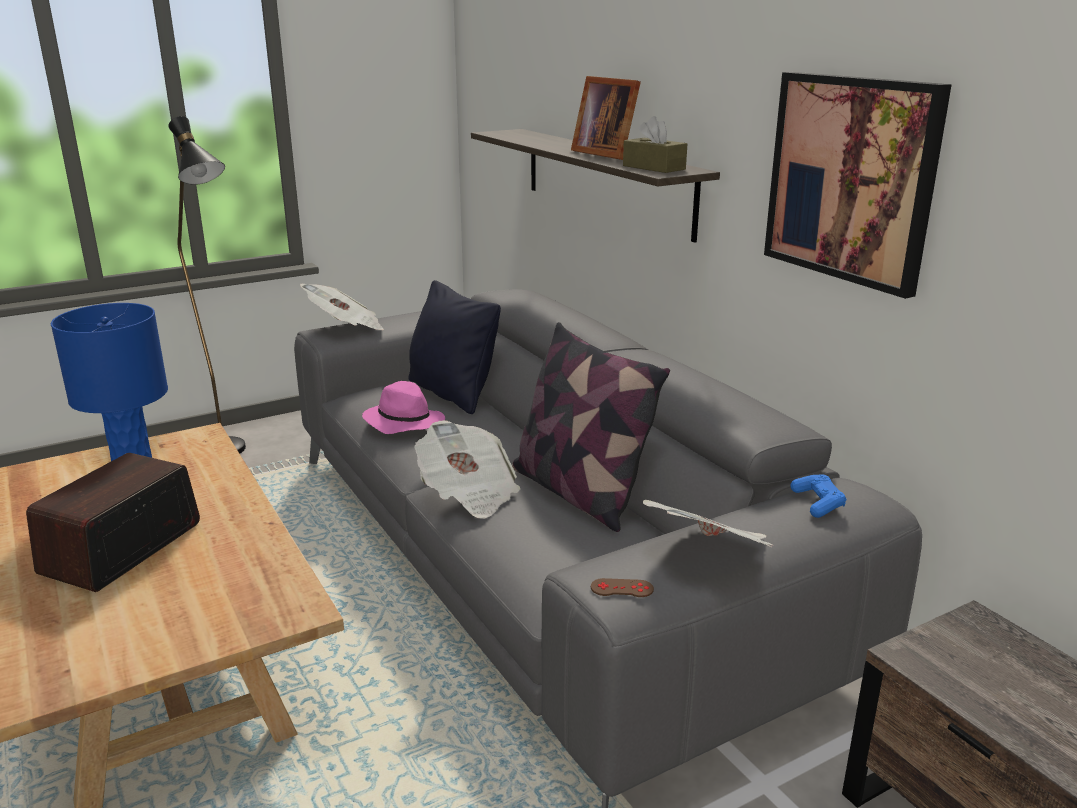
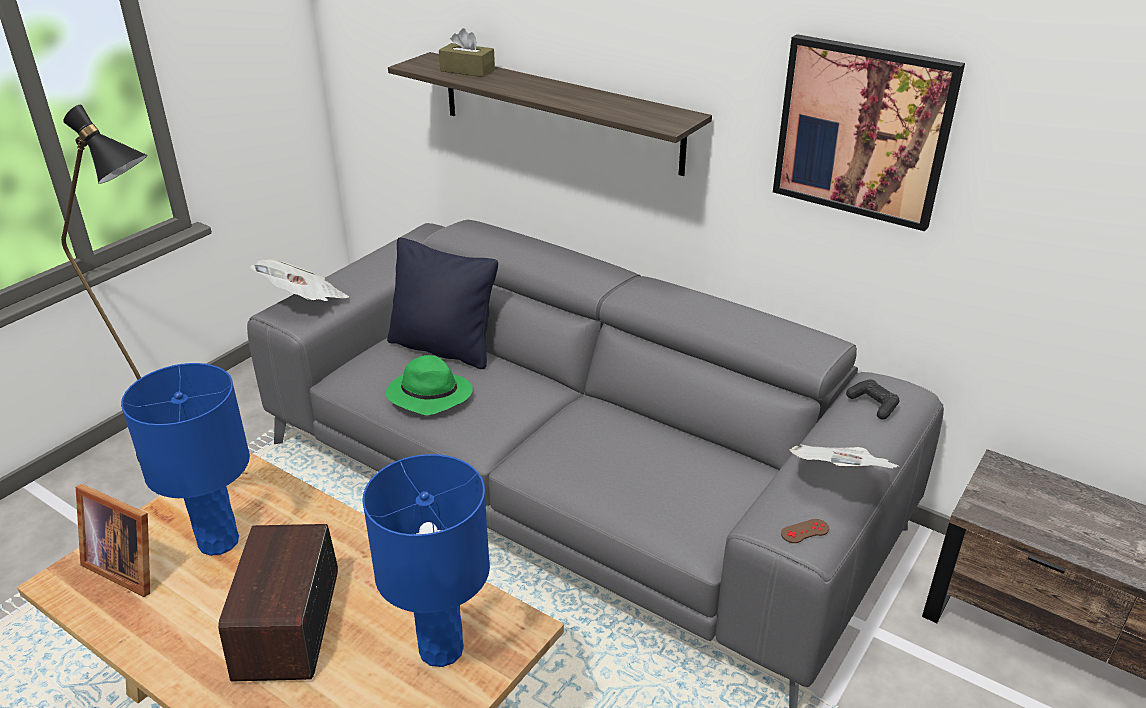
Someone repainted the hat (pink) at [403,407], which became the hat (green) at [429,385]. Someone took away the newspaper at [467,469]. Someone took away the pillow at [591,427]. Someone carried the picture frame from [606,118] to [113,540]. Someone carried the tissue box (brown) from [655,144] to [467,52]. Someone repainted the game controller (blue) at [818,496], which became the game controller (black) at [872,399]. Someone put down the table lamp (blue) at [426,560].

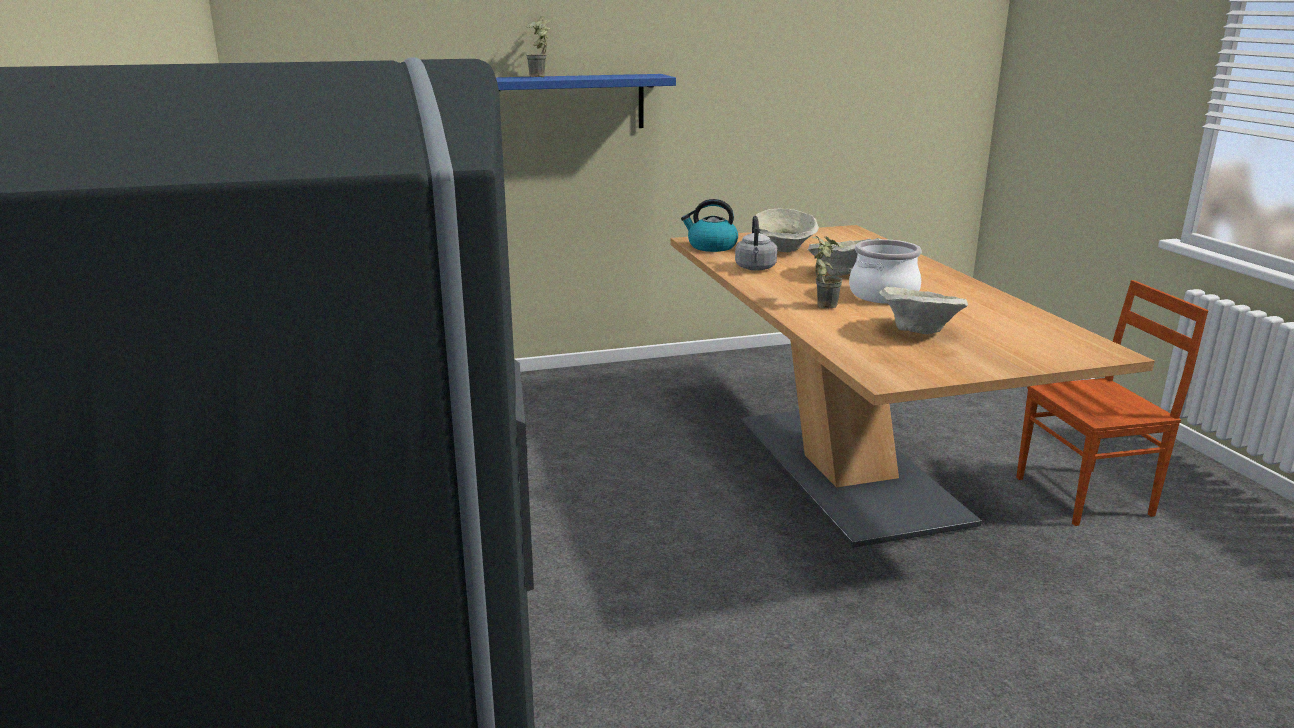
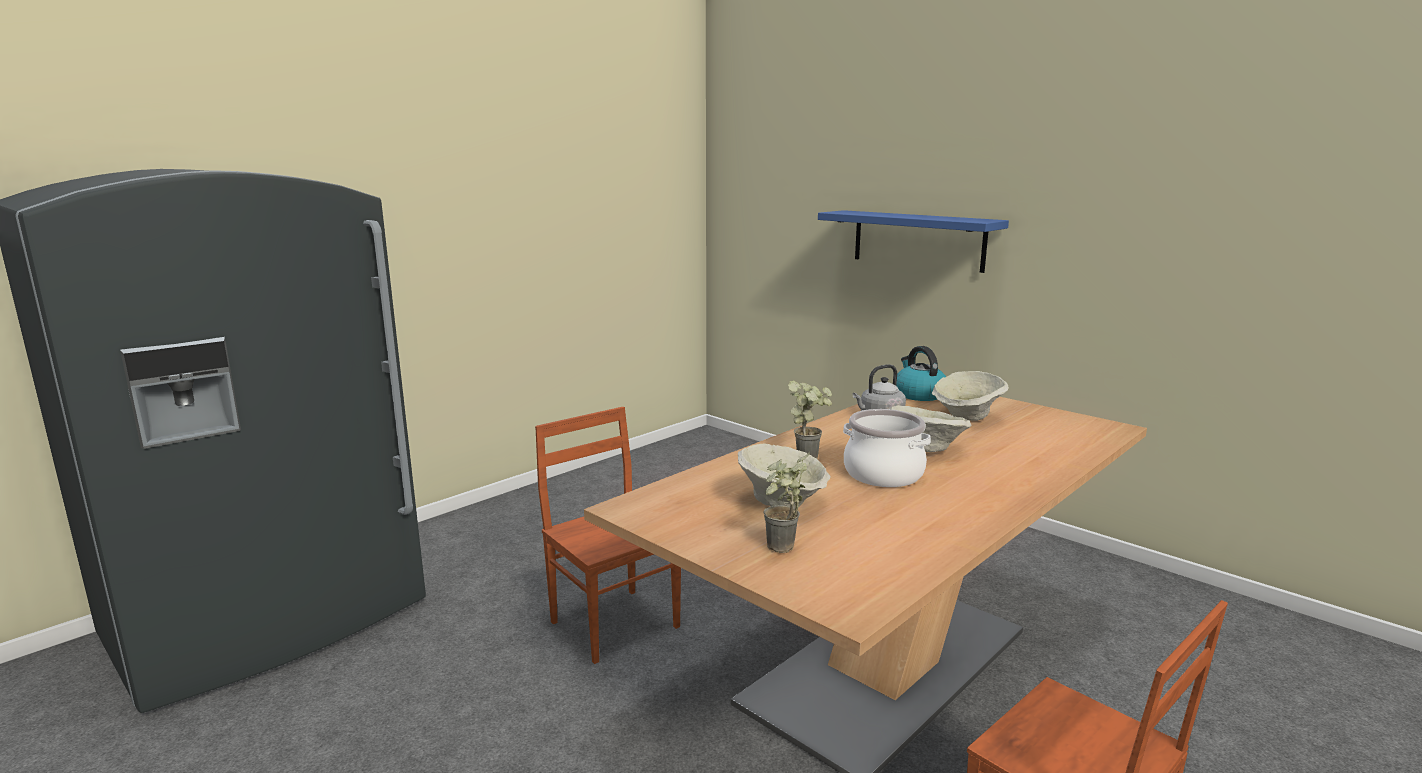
Someone carried the potted plant from [538,46] to [786,502]. Someone put down the chair (brown) at [608,535].

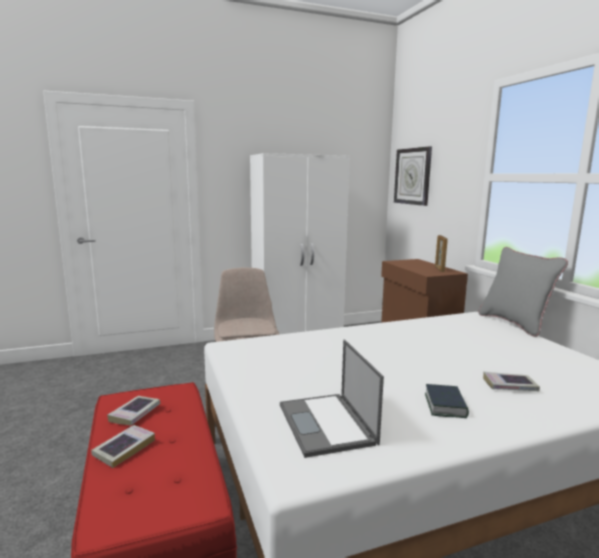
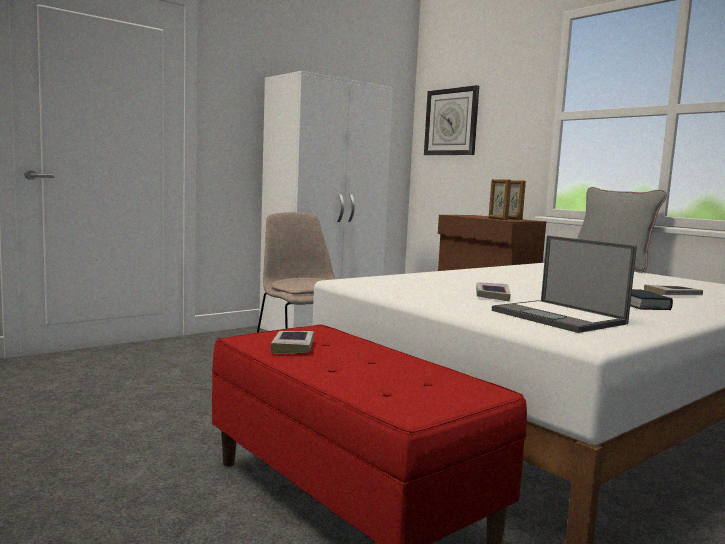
Someone carried the book from [123,446] to [493,291]. Someone put down the picture frame at [500,199].

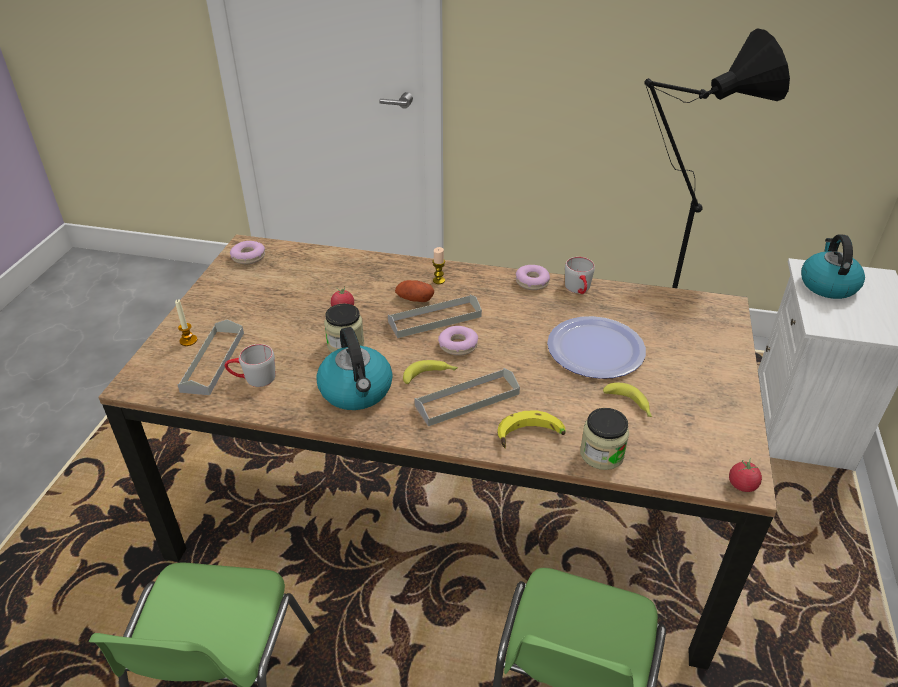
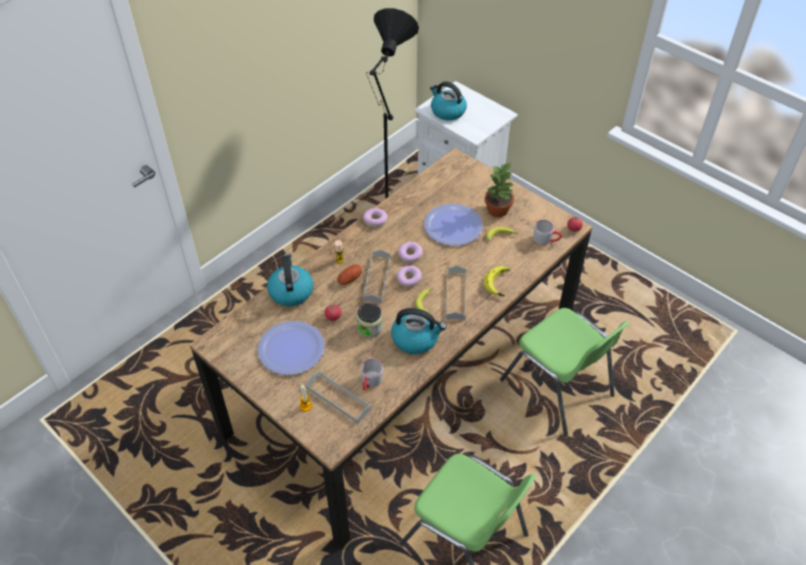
Someone carried the donut from [247,252] to [410,252]. Someone carried the mug (grey) from [580,275] to [548,232]. Someone took away the jar at [604,439]. Someone put down the plate at [291,348]. Someone put down the kettle at [290,280]. Someone put down the potted plant at [499,190].

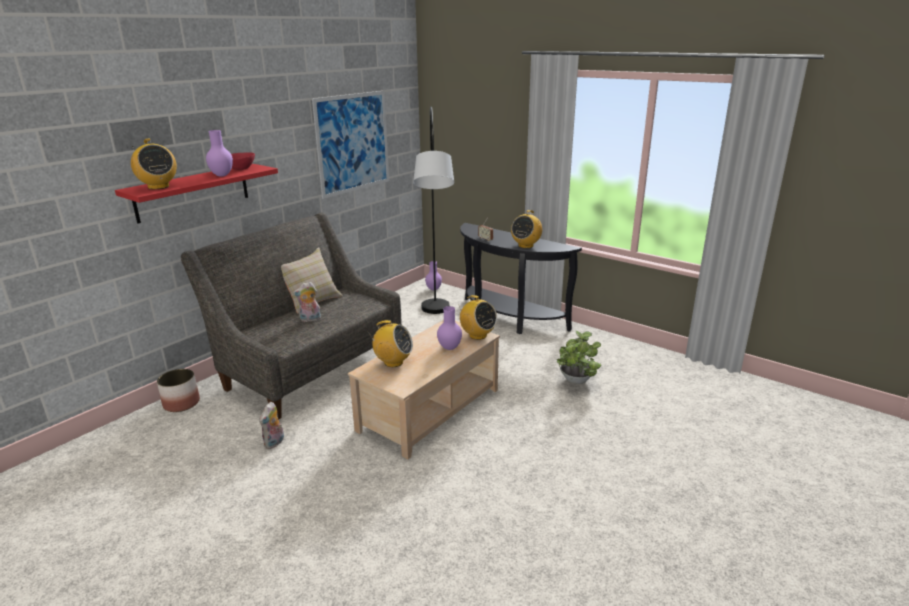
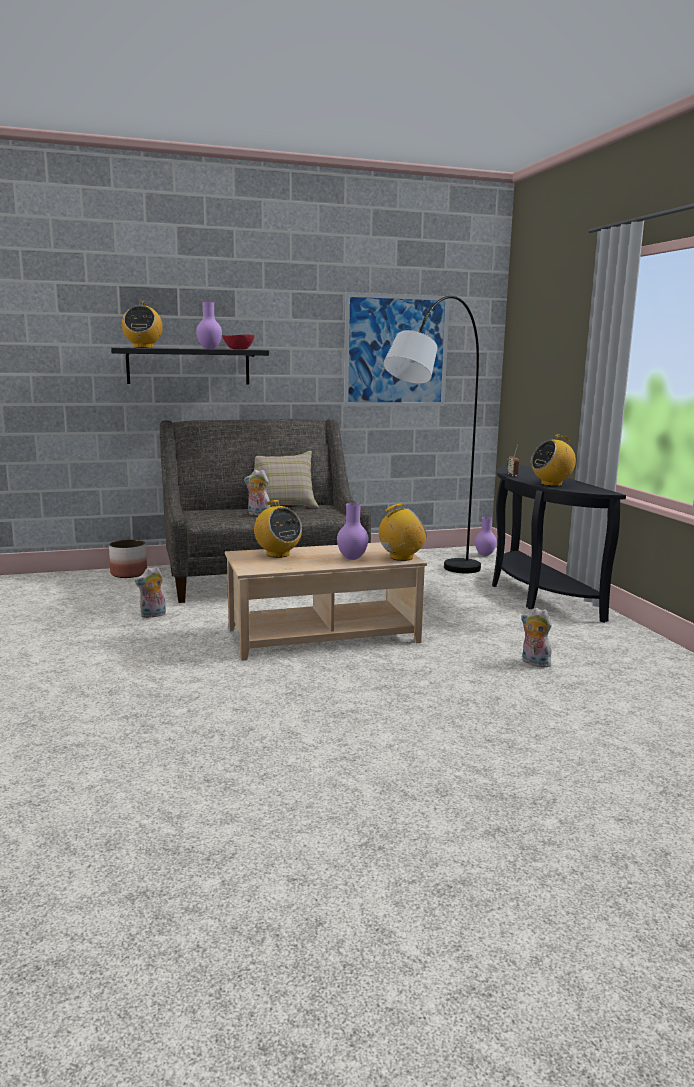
Someone repainted the shelf (red) at [196,194], which became the shelf (black) at [190,366]. Someone rotated the radio at [477,317] by 105 degrees counterclockwise. Someone swapped the potted plant at [579,357] for the plush toy at [537,638].

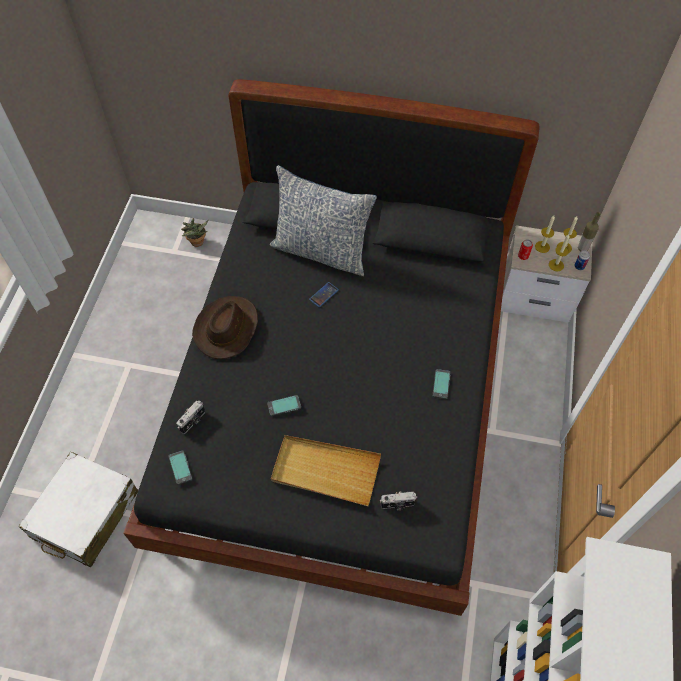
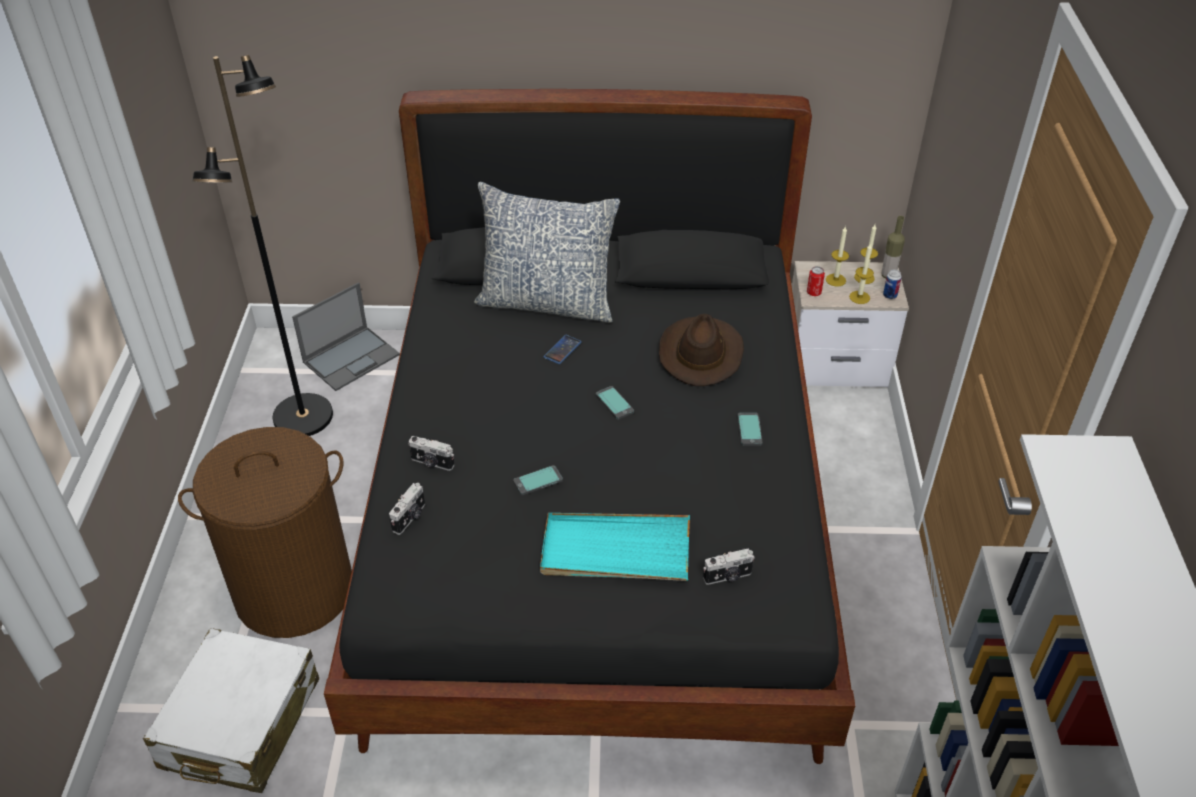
Someone carried the phone from [180,467] to [615,403]. Someone swapped the potted plant at [195,232] for the laptop at [346,336]. Someone carried the hat (brown) from [225,327] to [701,350]. Someone repainted the tray (beige) at [326,470], which became the tray (turquoise) at [615,547]. Someone put down the laundry basket (brown) at [265,532]. Someone put down the floor lamp (black) at [262,245]. Someone put down the photo camera at [432,453].

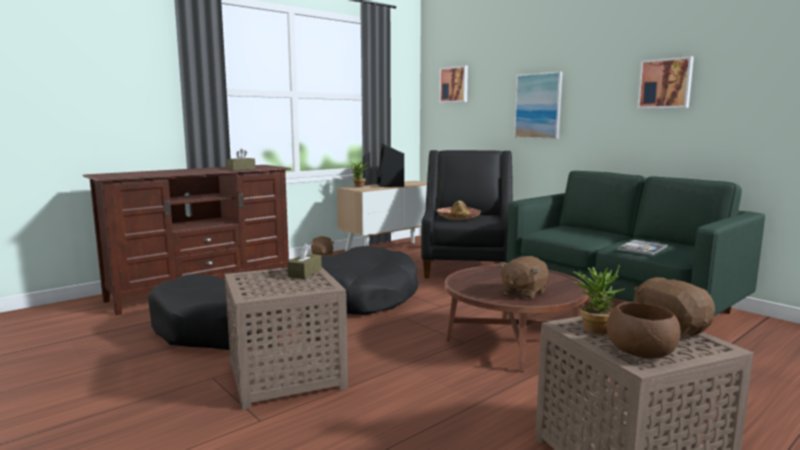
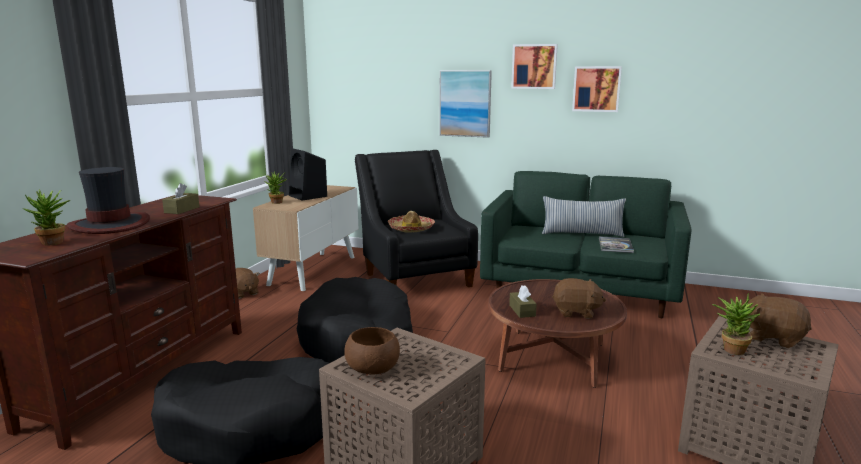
Someone carried the tissue box (brown) from [304,261] to [523,301]. Someone carried the picture from [453,84] to [534,66]. Someone rotated the plush toy (brown) at [523,277] by 90 degrees counterclockwise. Someone carried the bowl (brown) from [644,330] to [372,351]. Someone put down the potted plant at [46,217]. Someone put down the hat at [108,200]. Someone put down the pillow at [584,216].

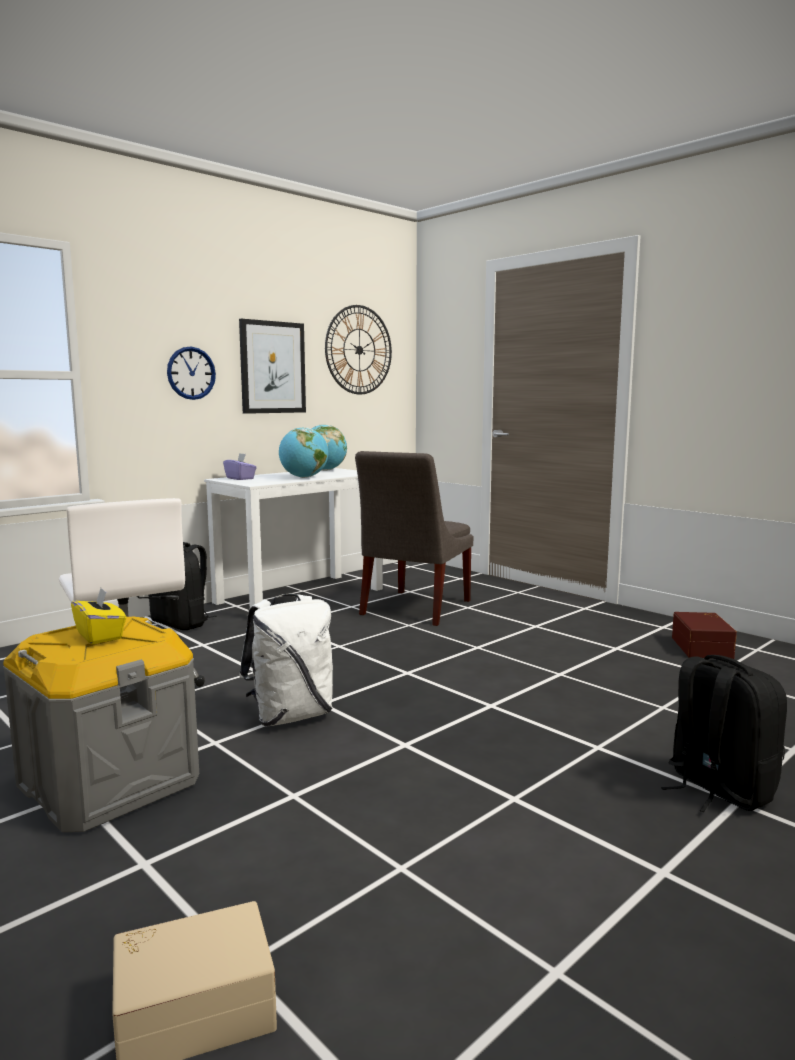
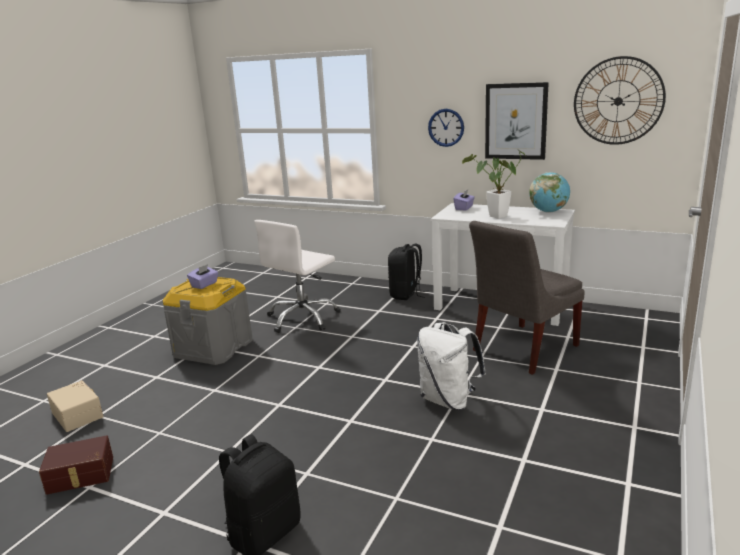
Someone repainted the tissue box (yellow) at [98,616], which became the tissue box (purple) at [202,276]. Someone carried the backpack (white) from [286,660] to [451,366]. Someone swapped the globe at [303,453] for the potted plant at [494,185]. Someone rotated the chair (grey) at [414,538] by 45 degrees counterclockwise. Someone carried the storage box (brown) from [704,635] to [76,465].

